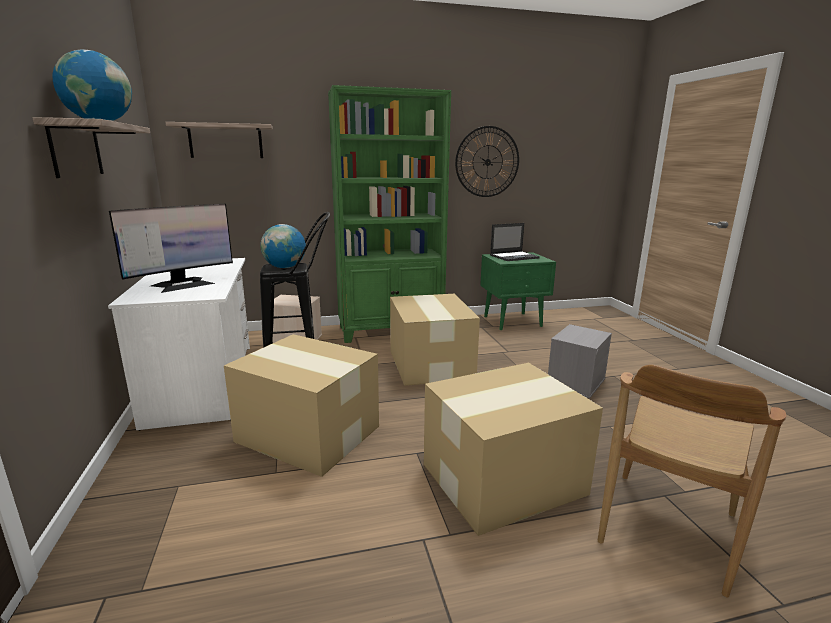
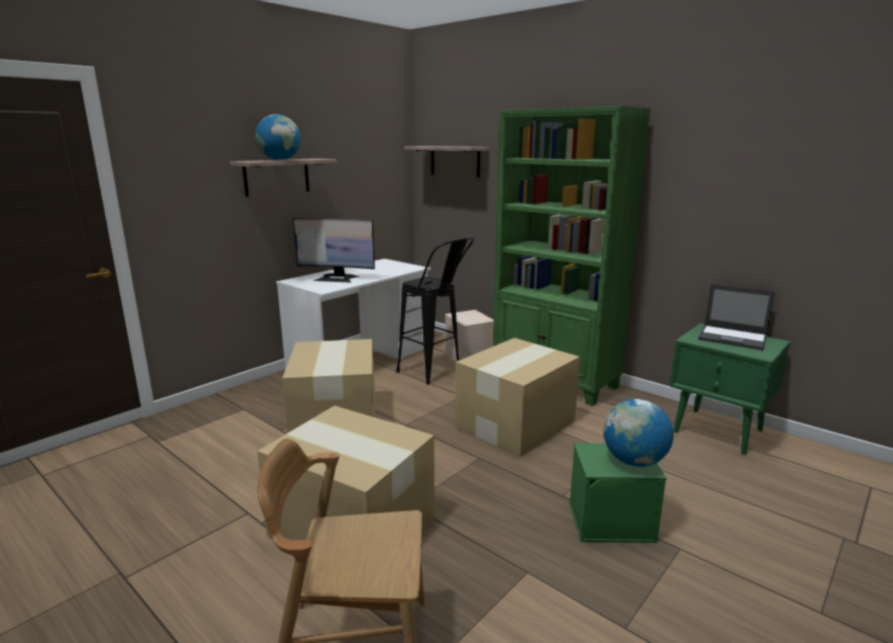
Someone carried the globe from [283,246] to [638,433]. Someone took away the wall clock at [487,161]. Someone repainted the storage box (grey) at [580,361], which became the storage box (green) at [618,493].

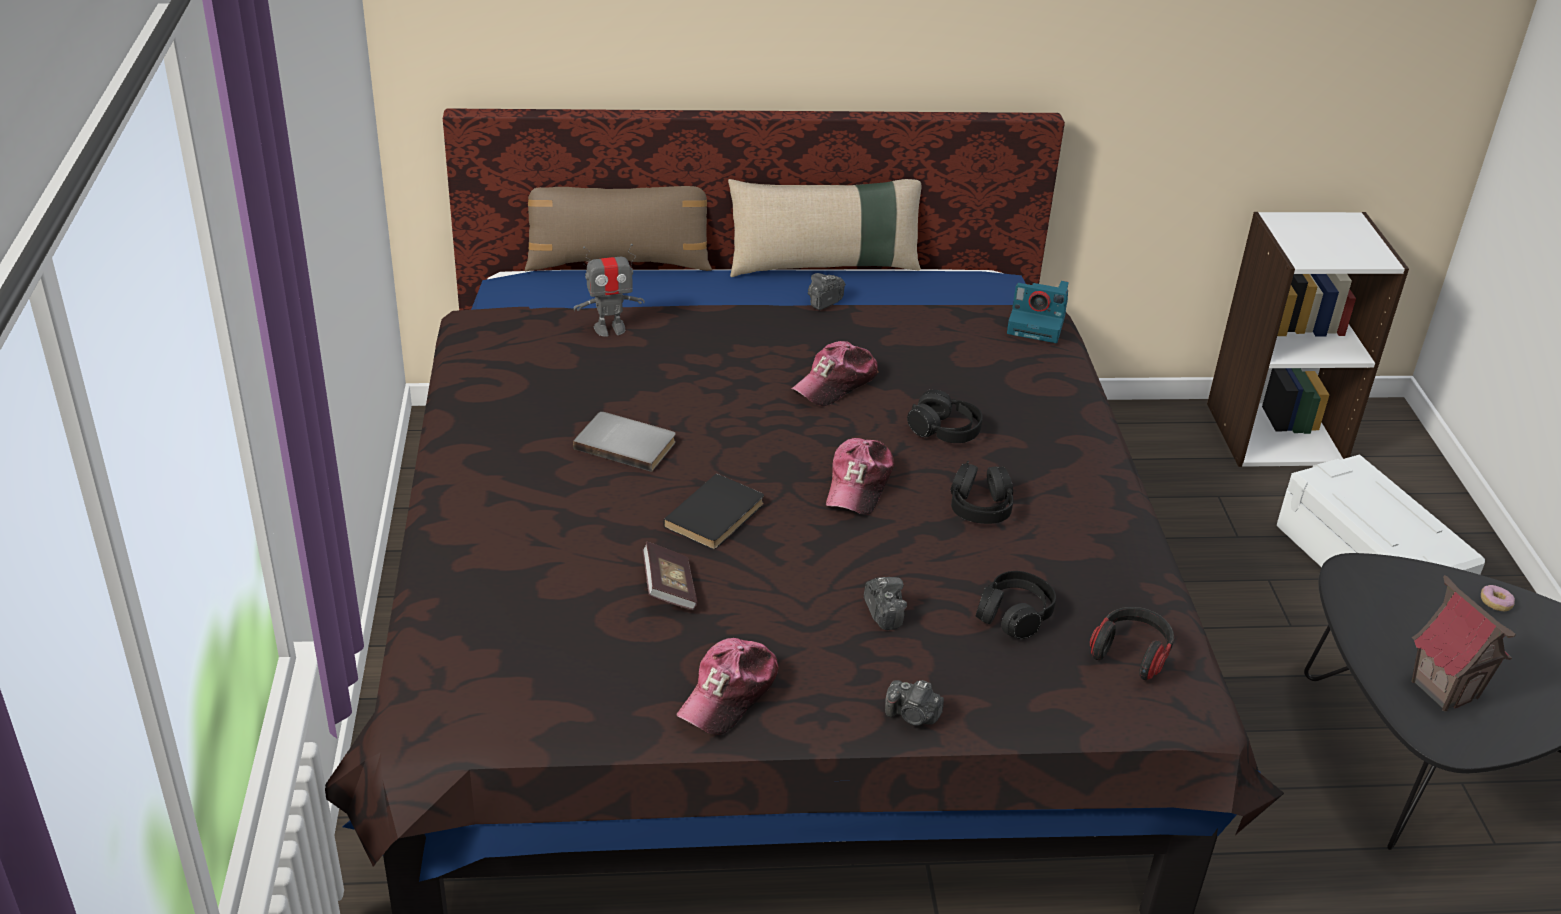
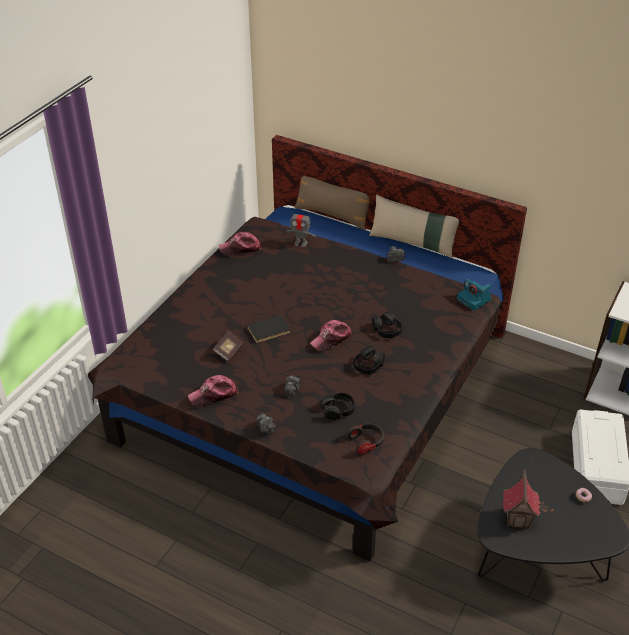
Someone took away the book (grey) at [624,442]. Someone carried the cap from [834,373] to [240,243].

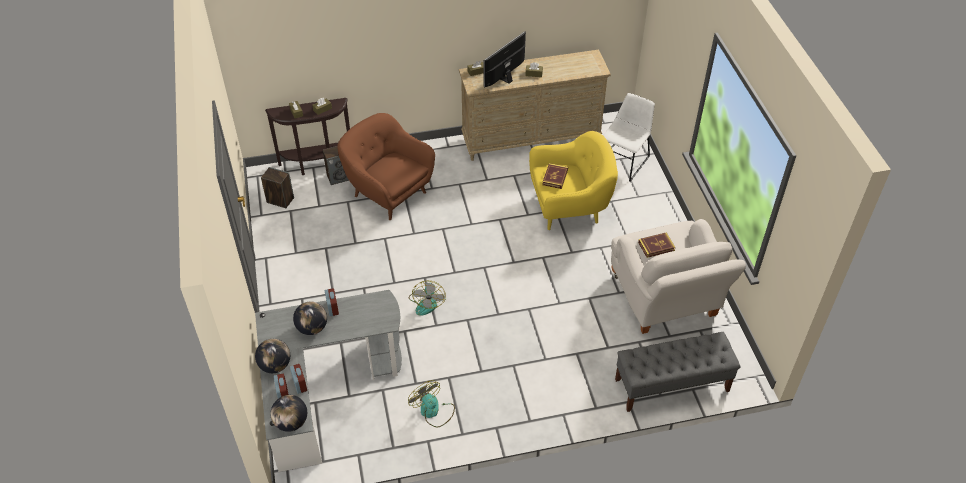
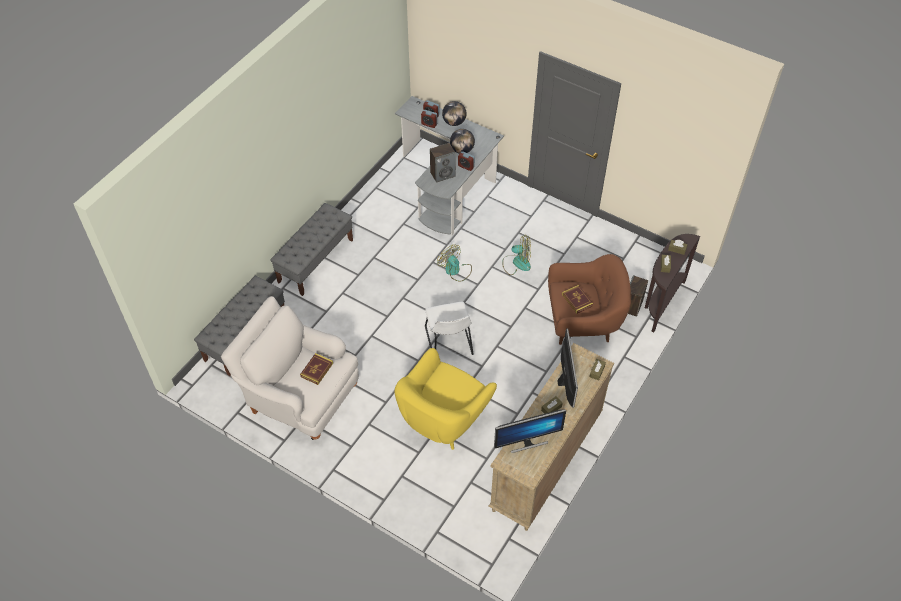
Someone carried the speaker from [277,187] to [443,163]. Someone took away the globe at [288,413]. Someone carried the fan from [431,403] to [516,255]. Someone carried the book from [555,176] to [577,299]. Someone carried the chair (white) from [629,137] to [449,328]. Someone put down the bench (grey) at [311,249]. Someone put down the monitor at [530,431].

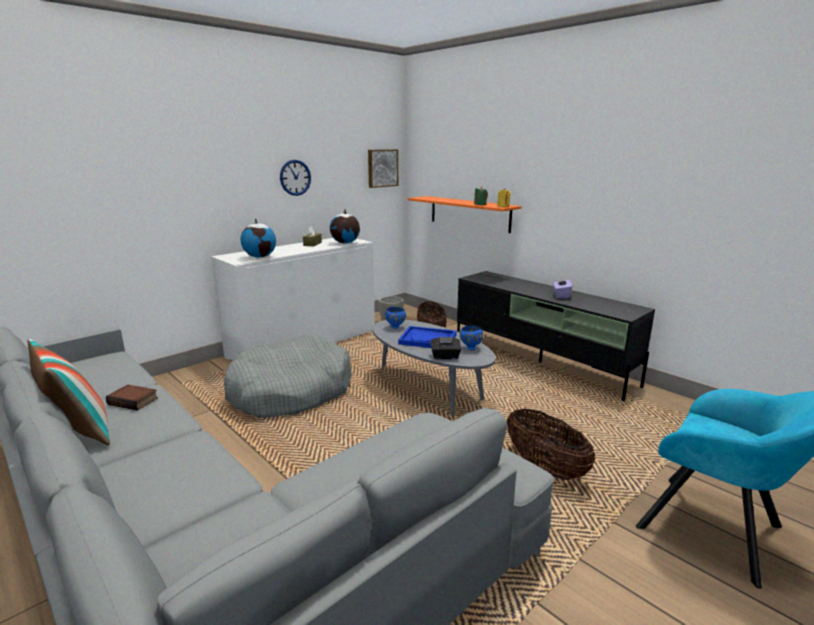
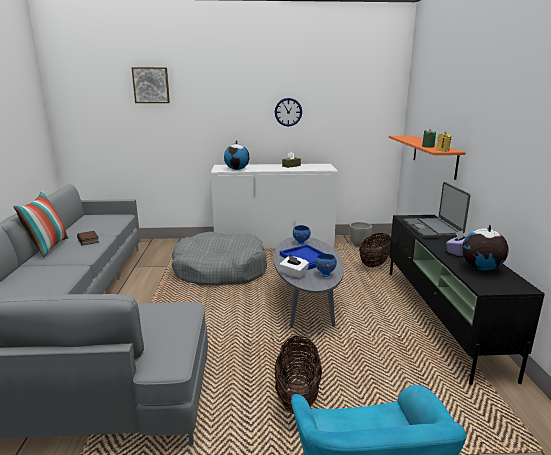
Someone carried the globe from [345,226] to [485,247]. Someone carried the picture from [383,168] to [150,85]. Someone repainted the tissue box (black) at [445,348], which became the tissue box (white) at [294,267]. Someone put down the laptop at [437,210].

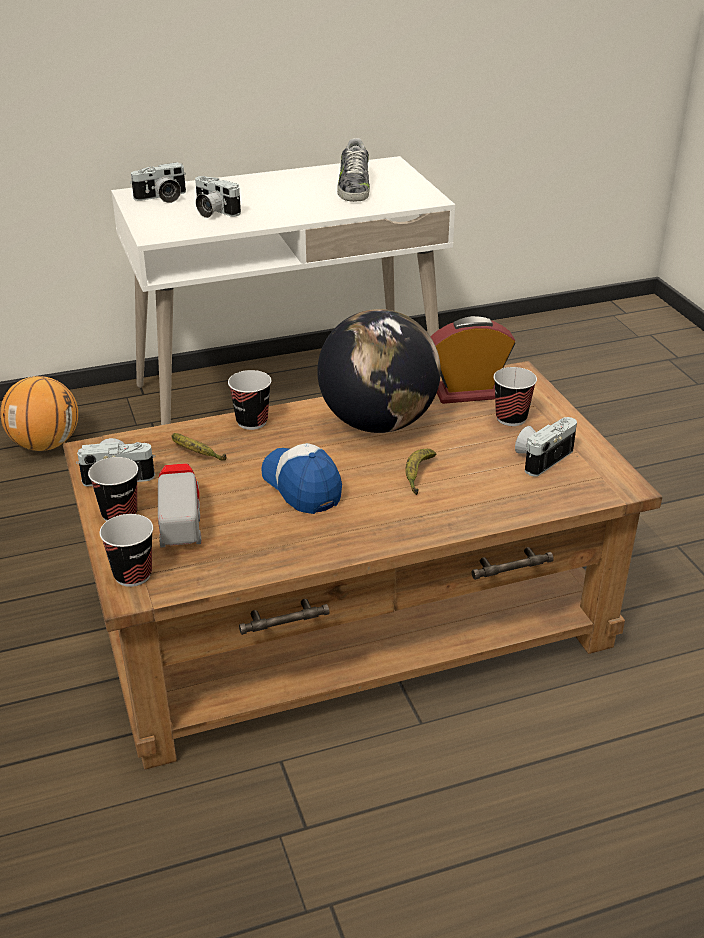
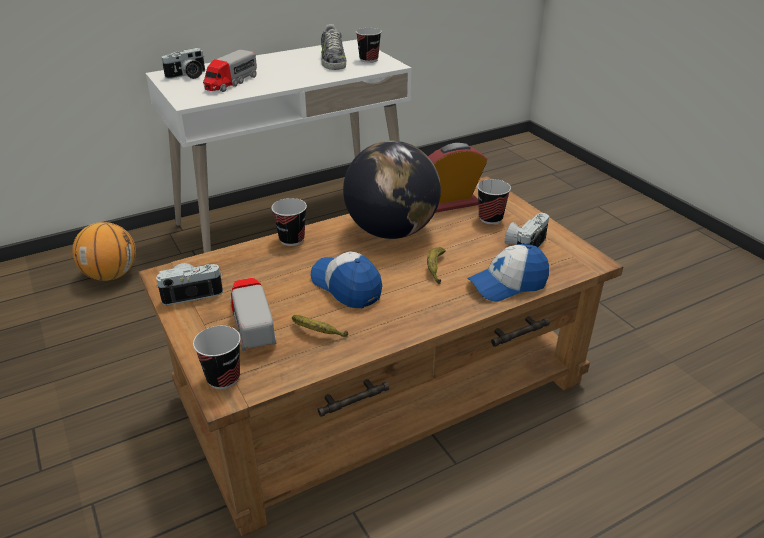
Someone carried the cup from [113,489] to [368,45]. Someone carried the banana from [199,447] to [320,326]. Someone swapped the photo camera at [218,197] for the toy truck at [230,71]. Someone put down the cap at [508,273].

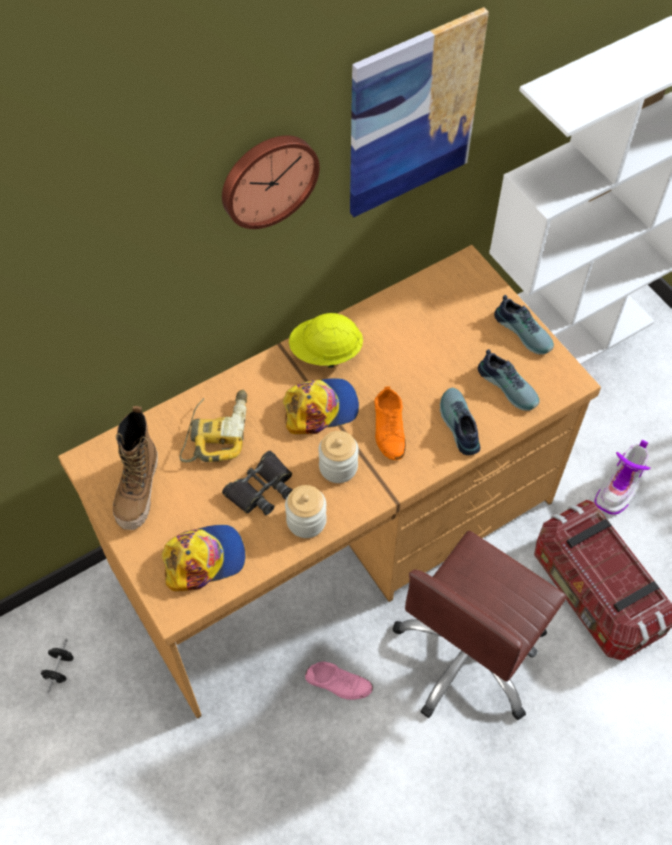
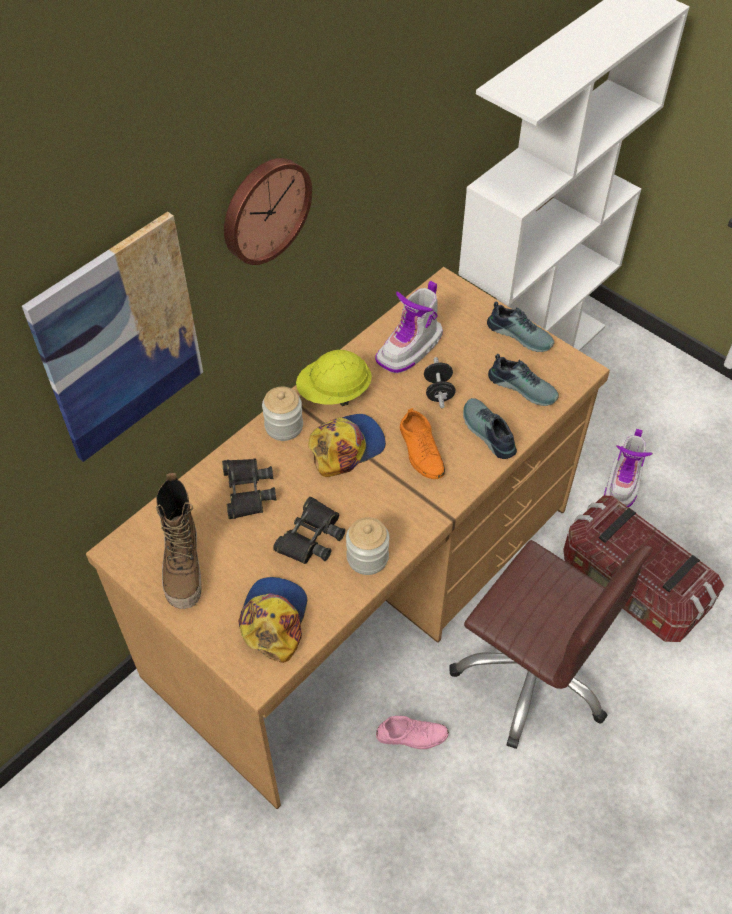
Someone carried the dumbbell (black) from [57,665] to [440,382]. Someone rotated the cap at [203,558] by 45 degrees counterclockwise. Someone swapped the power drill at [213,426] for the binoculars (black) at [249,488]. Someone carried the jar from [338,457] to [282,414]. Someone carried the picture from [419,112] to [112,336]. Someone rotated the office chair (brown) at [479,625] by 75 degrees counterclockwise. Someone put down the boot at [409,327].

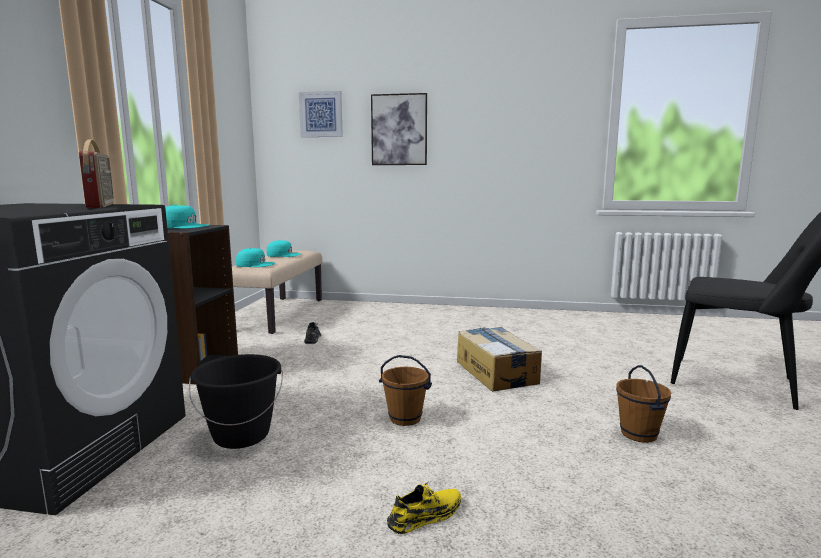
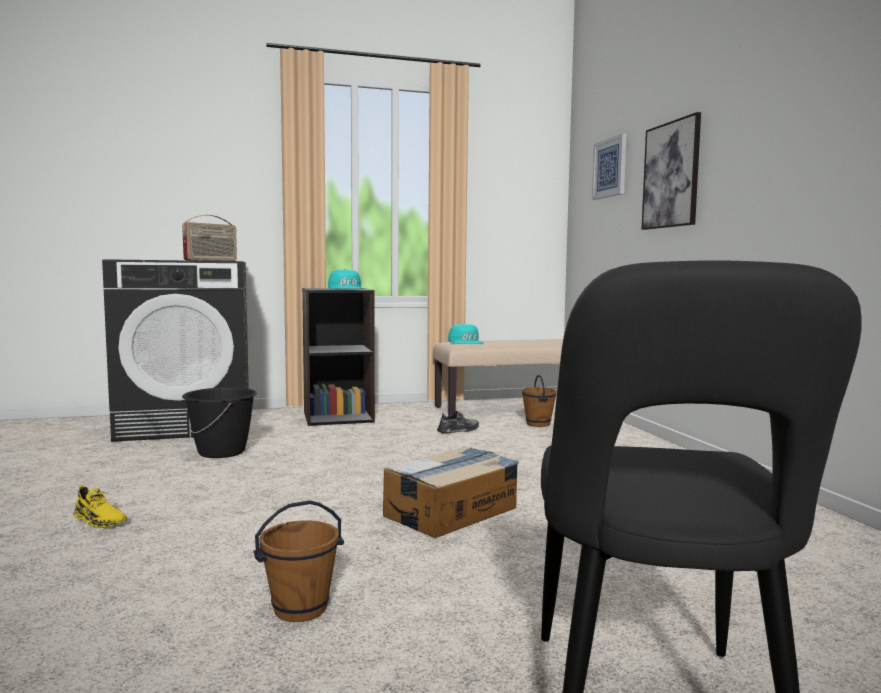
Someone took away the cap (turquoise) at [284,248]. Someone carried the bucket (brown) from [405,390] to [539,401].

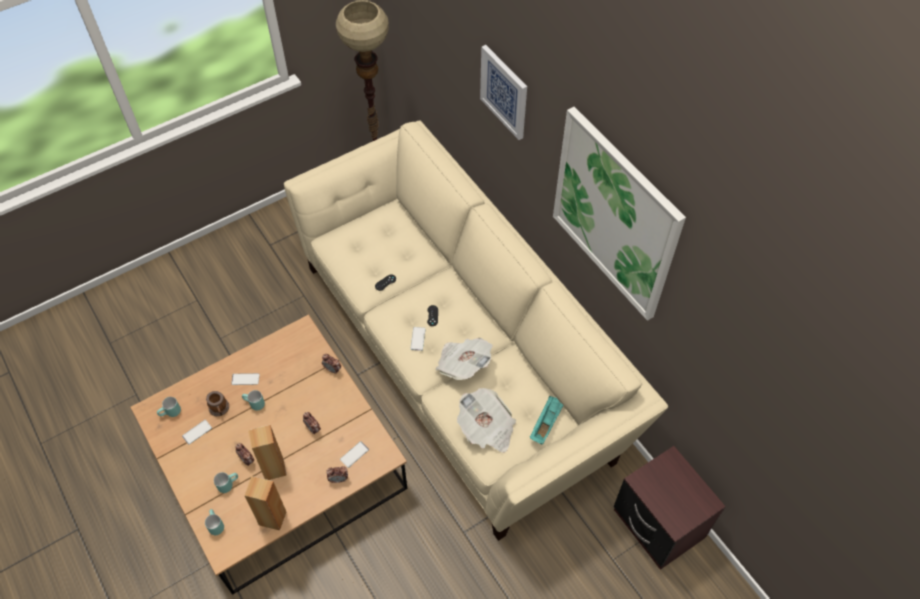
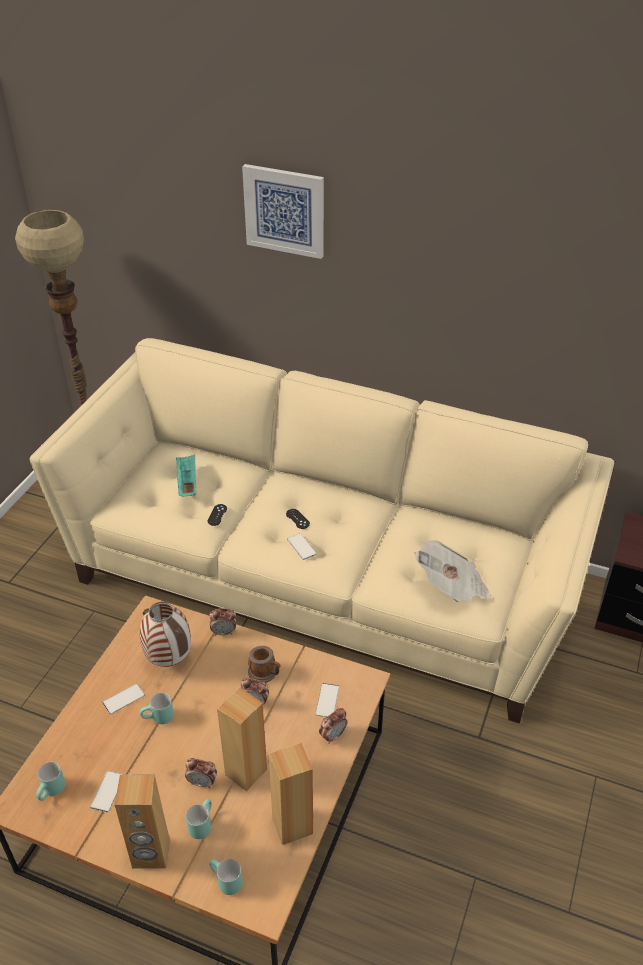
Someone carried the mug from [217,403] to [264,664]. Someone took away the newspaper at [463,359]. Someone carried the tray (turquoise) from [546,420] to [186,475]. Someone took away the picture at [619,214]. Someone put down the speaker (brown) at [142,821]. Someone put down the vase at [165,634].

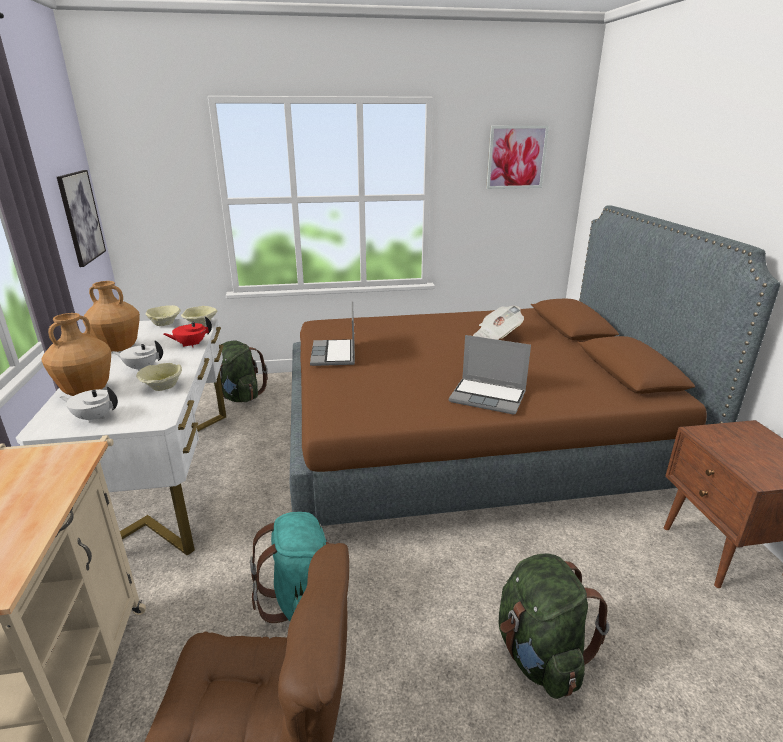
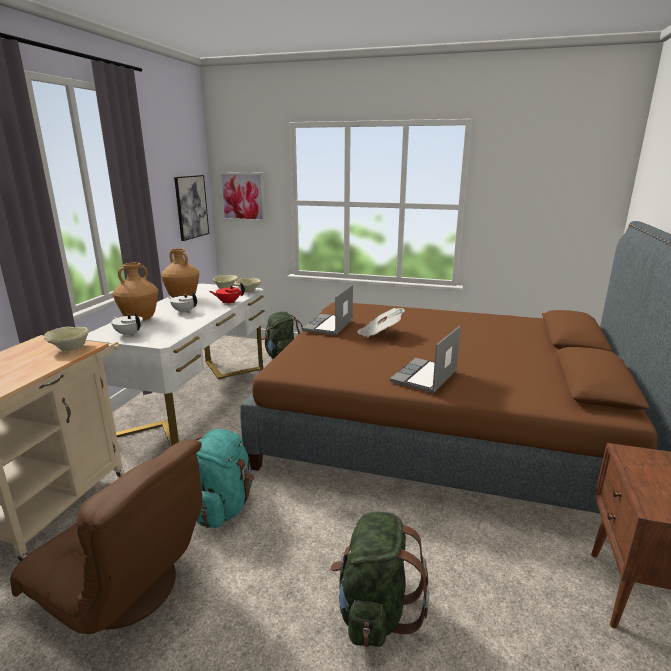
Someone carried the bowl (beige) from [159,377] to [67,338]. Someone rotated the laptop at [490,375] by 75 degrees clockwise. Someone carried the newspaper from [498,323] to [381,323]. Someone carried the picture from [517,157] to [242,197].

